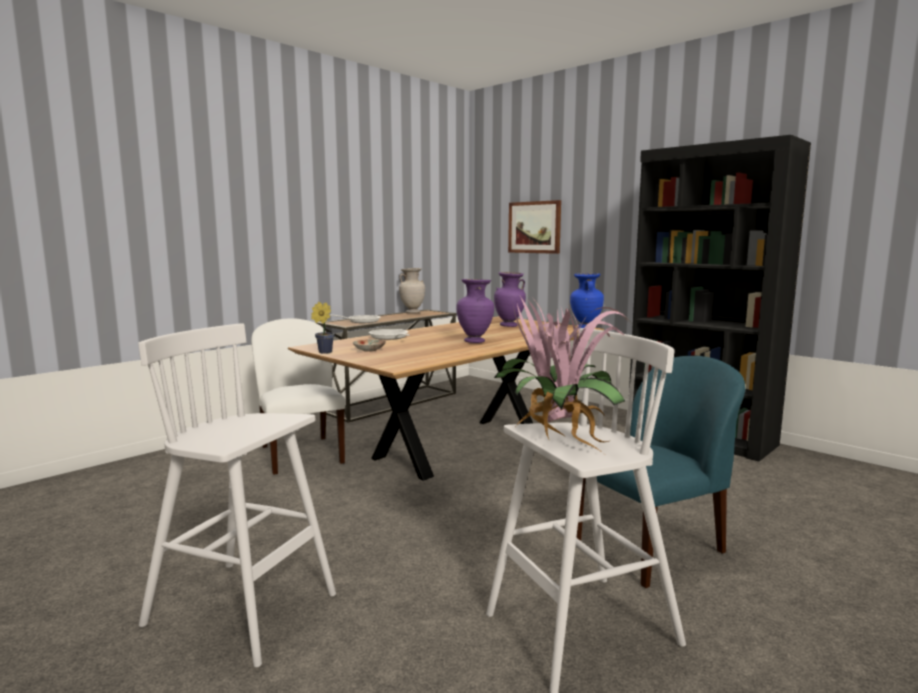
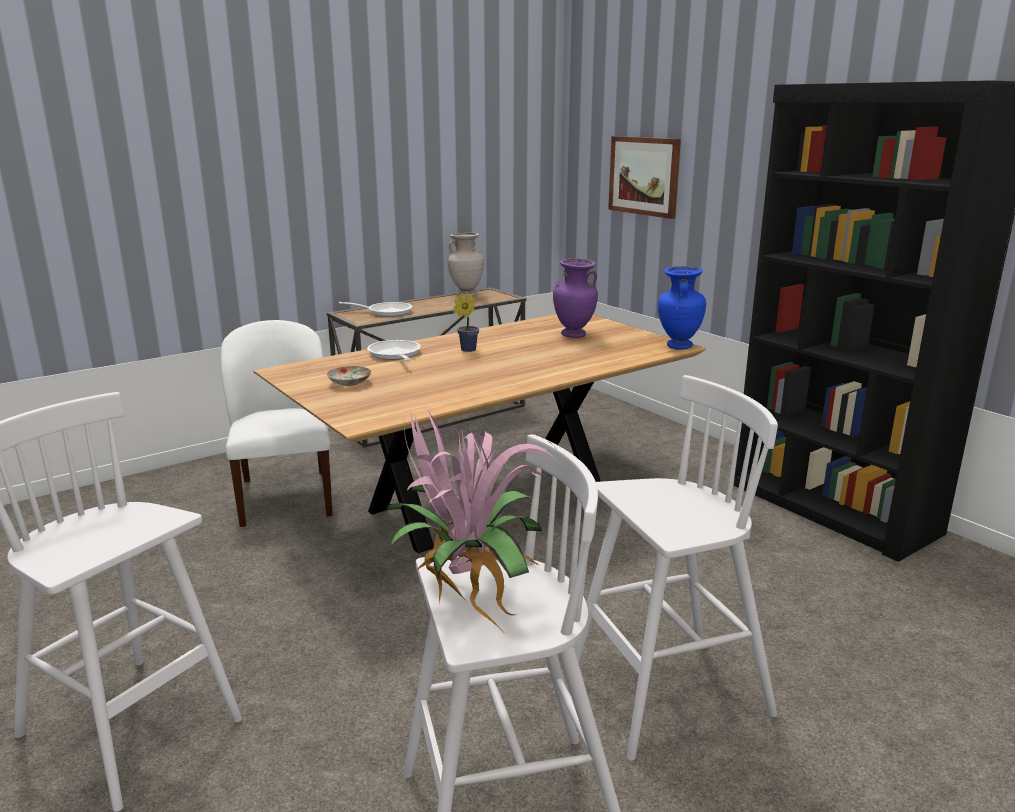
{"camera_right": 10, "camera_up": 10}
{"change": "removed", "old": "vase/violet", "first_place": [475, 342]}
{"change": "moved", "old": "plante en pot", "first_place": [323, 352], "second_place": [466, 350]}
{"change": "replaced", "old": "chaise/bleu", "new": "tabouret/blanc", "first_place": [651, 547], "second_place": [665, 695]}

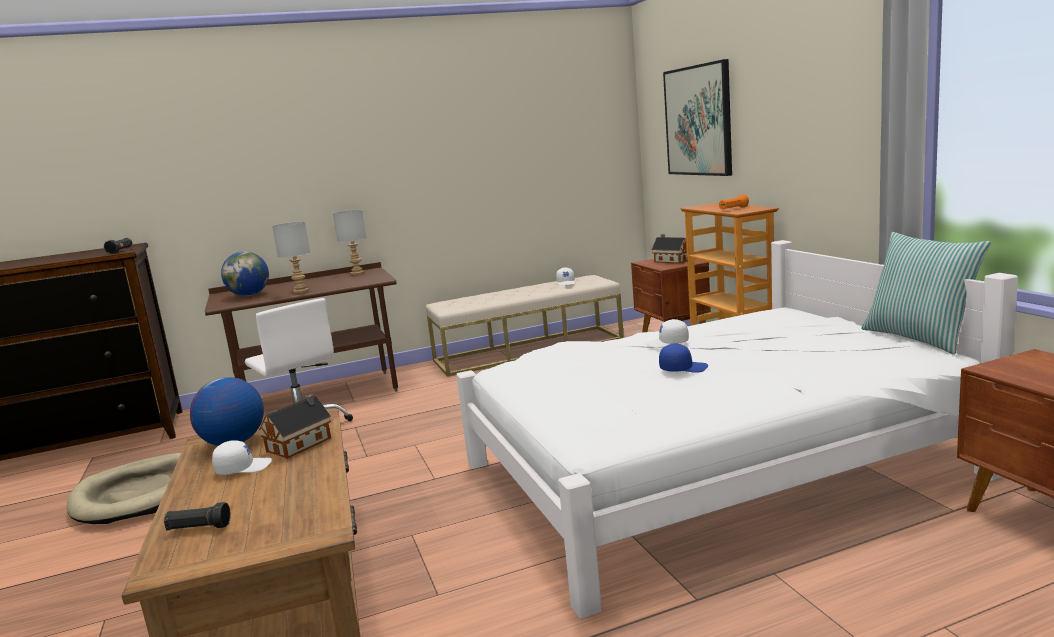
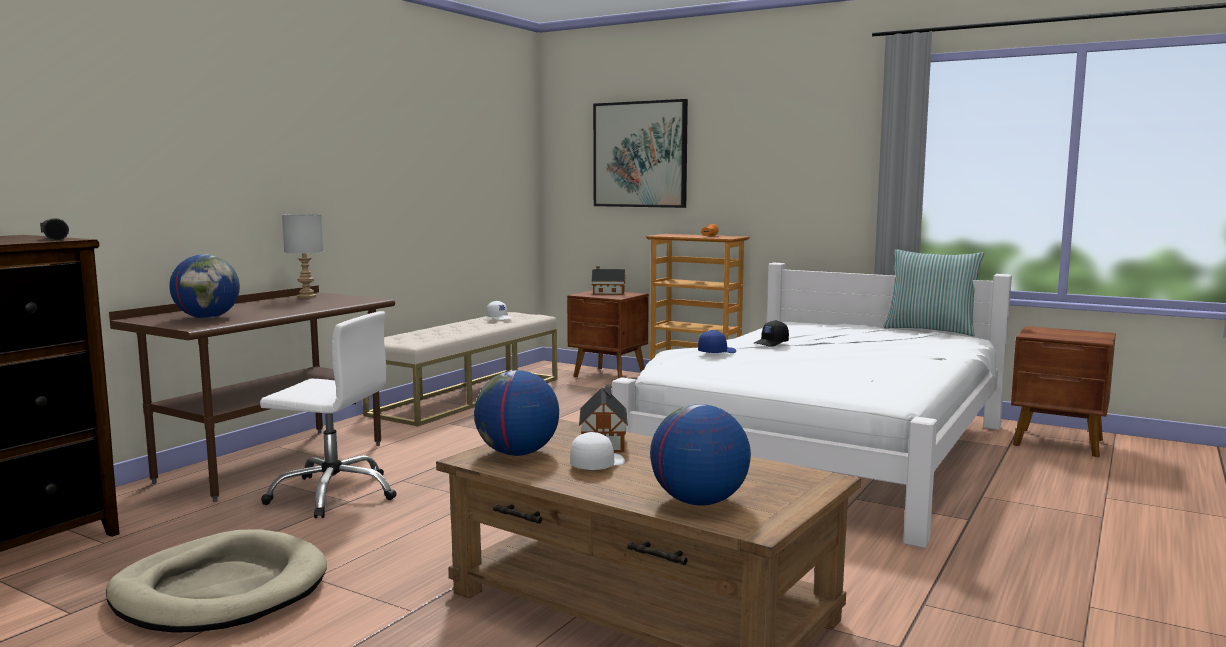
{"camera_right": -40, "camera_up": -5}
{"change": "removed", "old": "lampe de table/gris", "first_place": [301, 291]}
{"change": "recoloured", "old": "casquette/blanc", "new": "casquette/noir", "first_place": [667, 343], "second_place": [771, 343]}
{"change": "moved", "old": "casquette/bleu", "first_place": [683, 368], "second_place": [716, 352]}
{"change": "replaced", "old": "lampe de poche/noir", "new": "globe", "first_place": [199, 528], "second_place": [698, 502]}

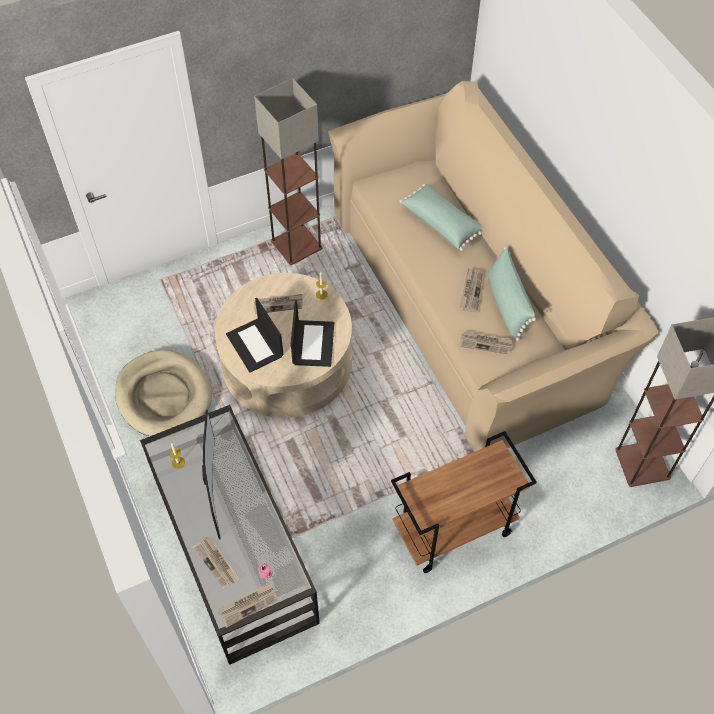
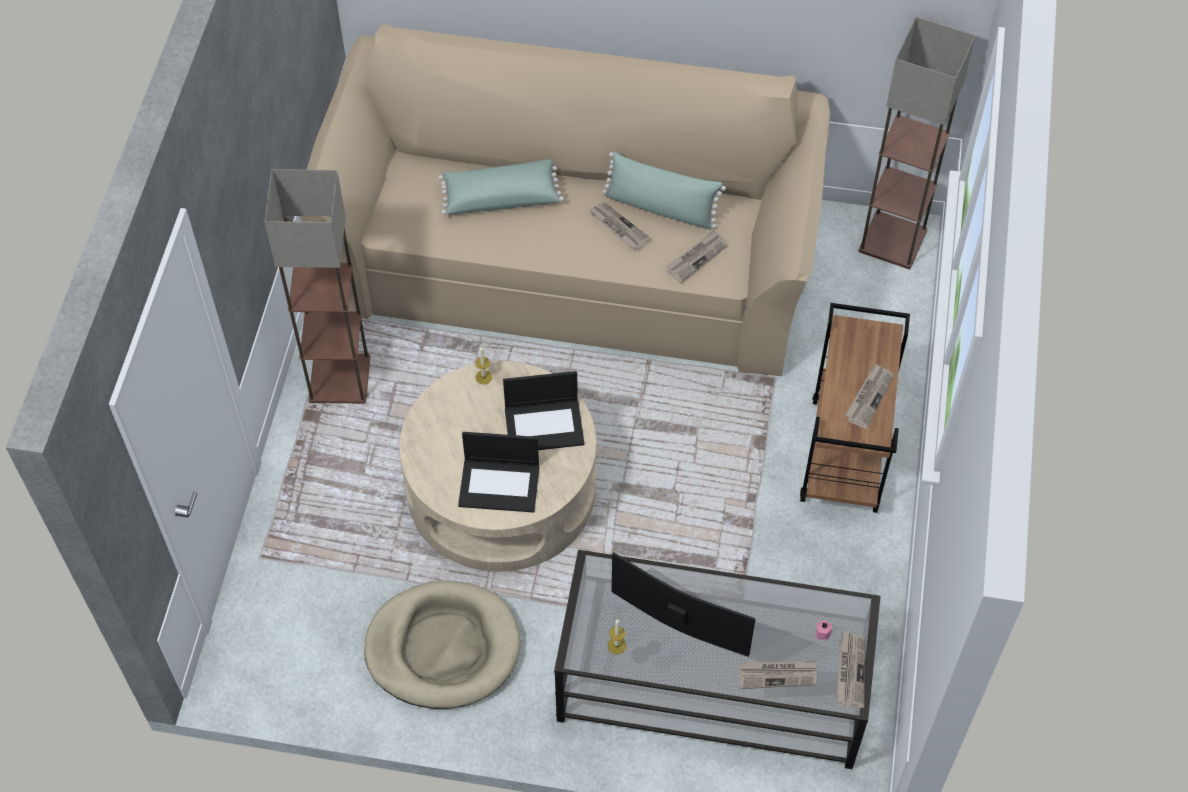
{"camera_right": -55, "camera_up": 0}
{"change": "moved", "old": "journal", "first_place": [278, 304], "second_place": [869, 397]}
{"change": "turned", "old": "ordinateur portable", "first_place": [313, 343], "second_place": [545, 425], "degrees": 135}

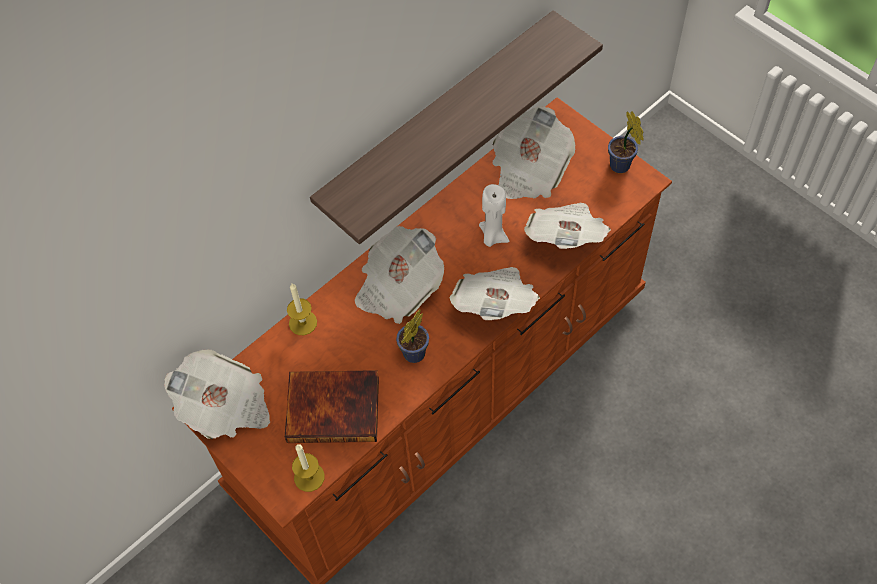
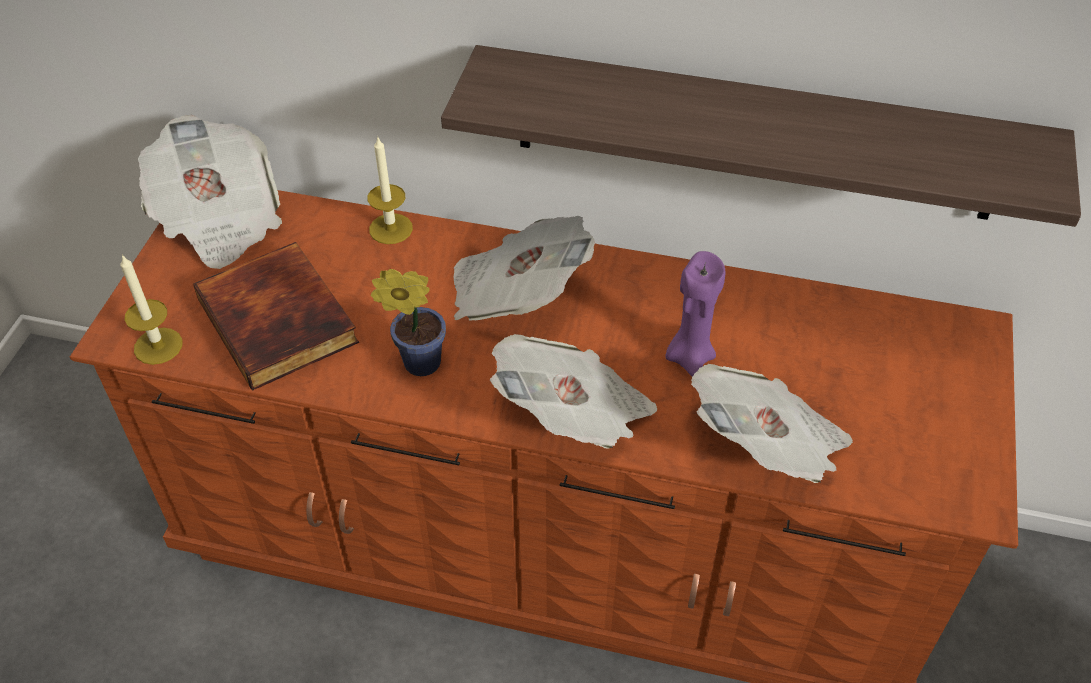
{"camera_right": 55, "camera_up": -10}
{"change": "removed", "old": "journal", "first_place": [529, 170]}
{"change": "removed", "old": "plante en pot", "first_place": [621, 167]}
{"change": "recoloured", "old": "bougie/blanc", "new": "bougie/violet", "first_place": [492, 236], "second_place": [689, 357]}

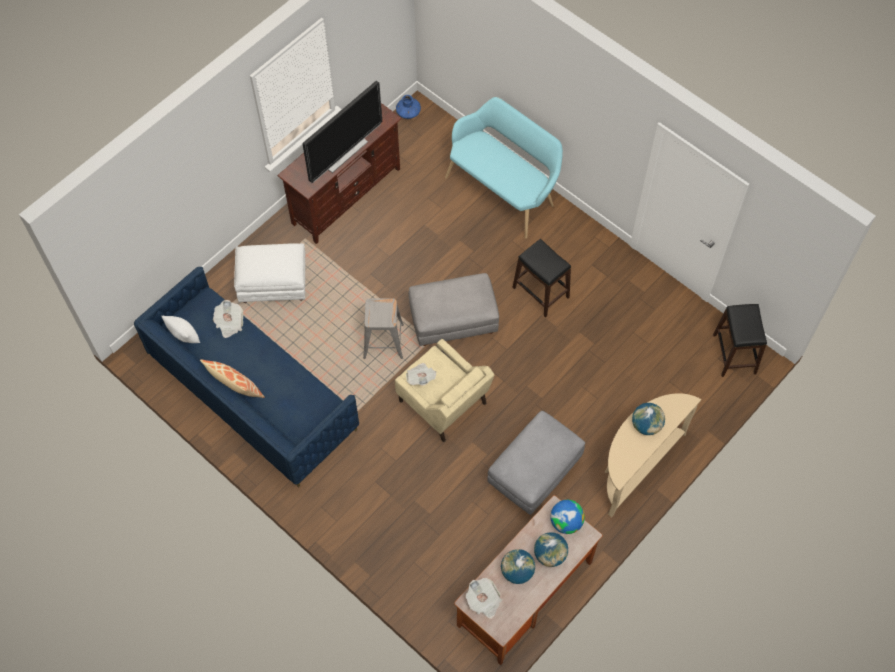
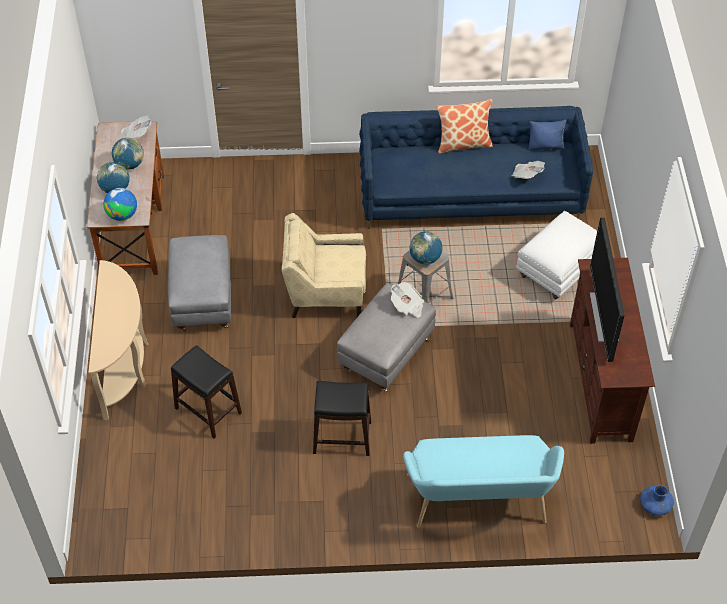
{"camera_right": 135, "camera_up": -10}
{"change": "moved", "old": "tabouret/noir", "first_place": [734, 354], "second_place": [208, 411]}
{"change": "recoloured", "old": "coussin/blanc", "new": "coussin/bleu", "first_place": [184, 336], "second_place": [545, 146]}
{"change": "moved", "old": "journal", "first_place": [421, 378], "second_place": [407, 306]}
{"change": "moved", "old": "globe", "first_place": [646, 425], "second_place": [425, 258]}

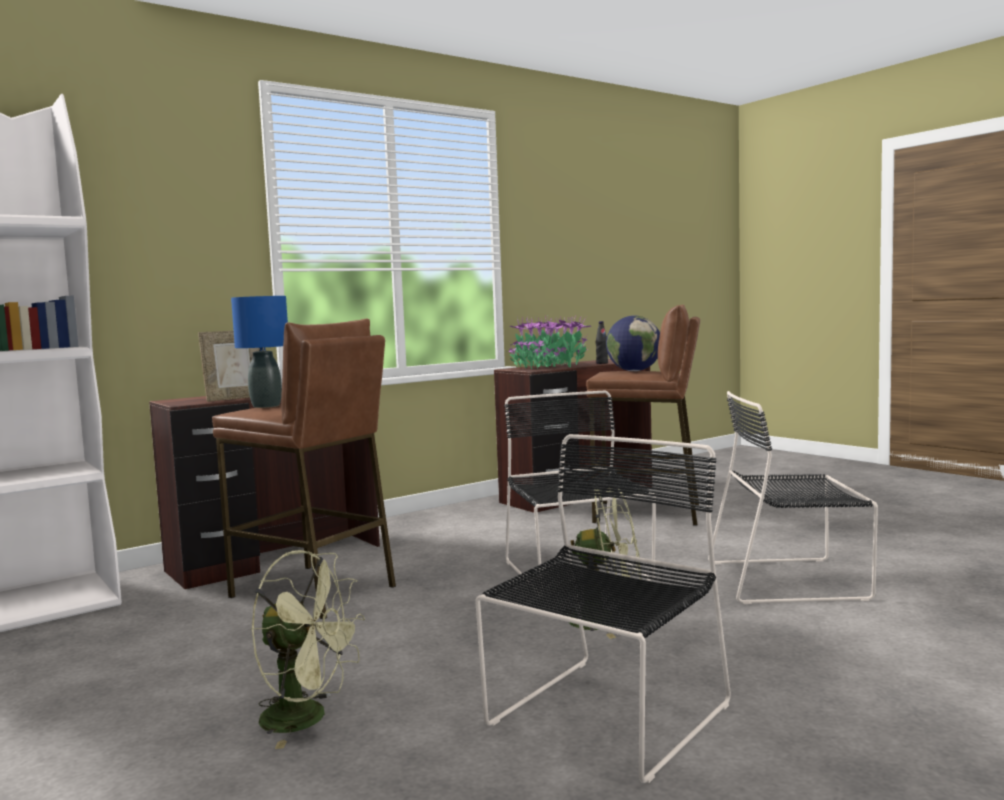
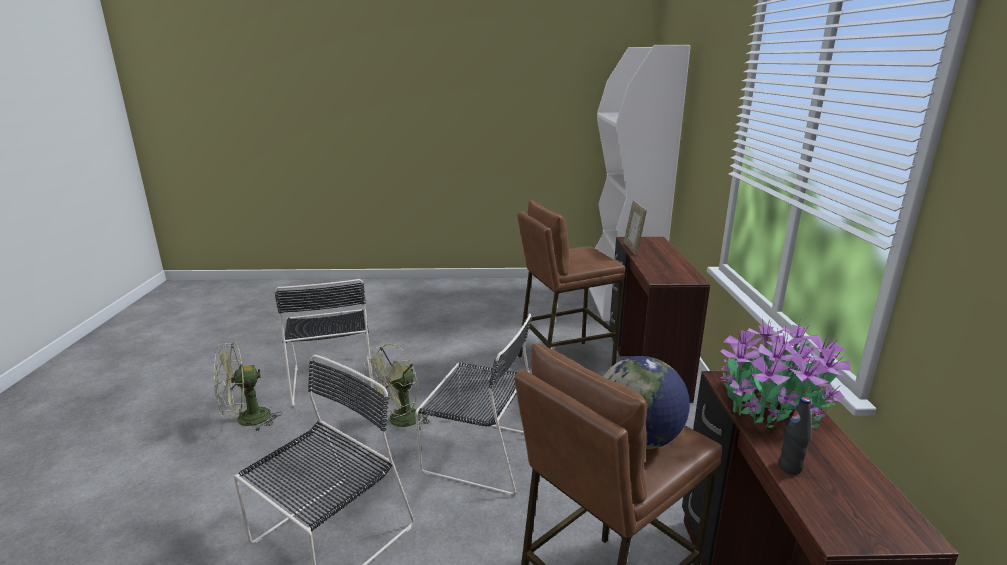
{"camera_right": 125, "camera_up": 15}
{"change": "removed", "old": "lampe de table/bleu", "first_place": [267, 406]}
{"change": "moved", "old": "ventilateur/vert", "first_place": [307, 719], "second_place": [246, 420]}

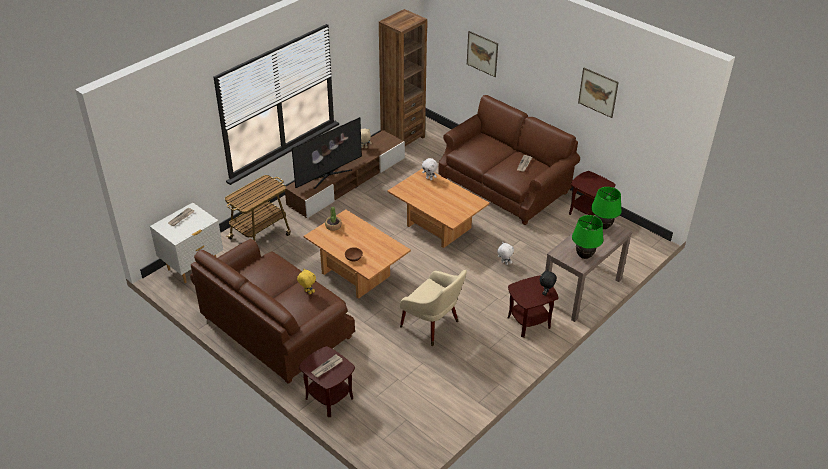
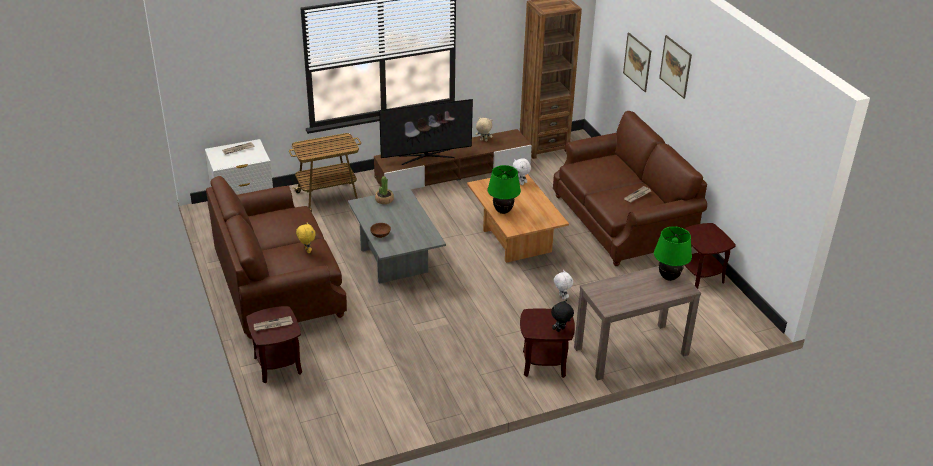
{"camera_right": 25, "camera_up": -5}
{"change": "moved", "old": "tableau", "first_place": [598, 92], "second_place": [675, 66]}
{"change": "recoloured", "old": "table basse/marron", "new": "table basse/gris", "first_place": [358, 274], "second_place": [396, 260]}
{"change": "moved", "old": "lampe de table/vert", "first_place": [584, 256], "second_place": [503, 211]}
{"change": "removed", "old": "fauteuil/beige", "first_place": [432, 326]}

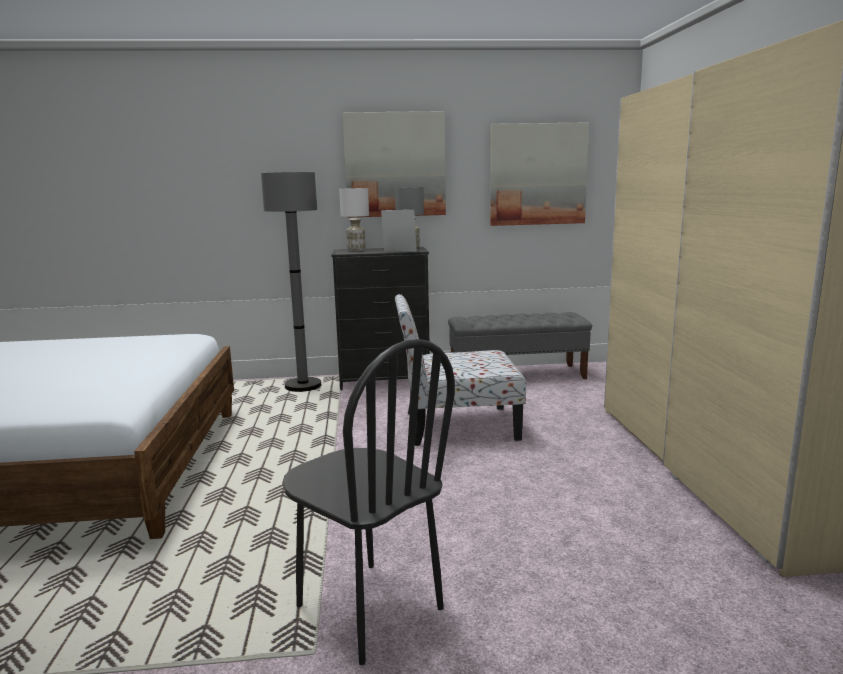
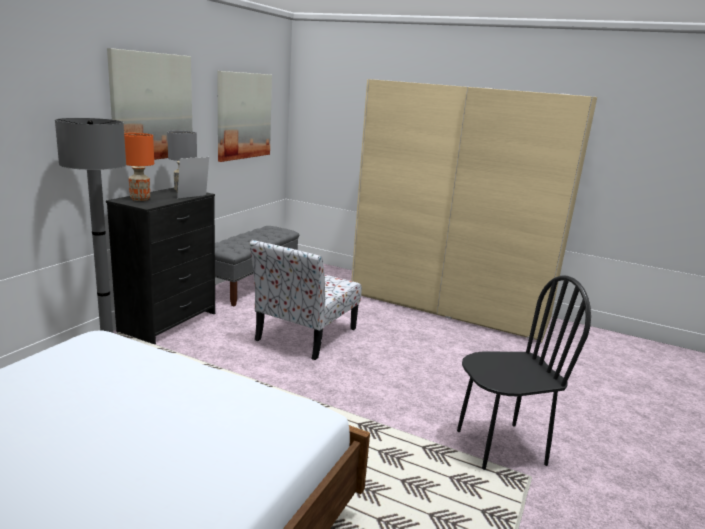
{"camera_right": -60, "camera_up": 5}
{"change": "recoloured", "old": "lampe de table/blanc", "new": "lampe de table/orange", "first_place": [356, 250], "second_place": [139, 199]}

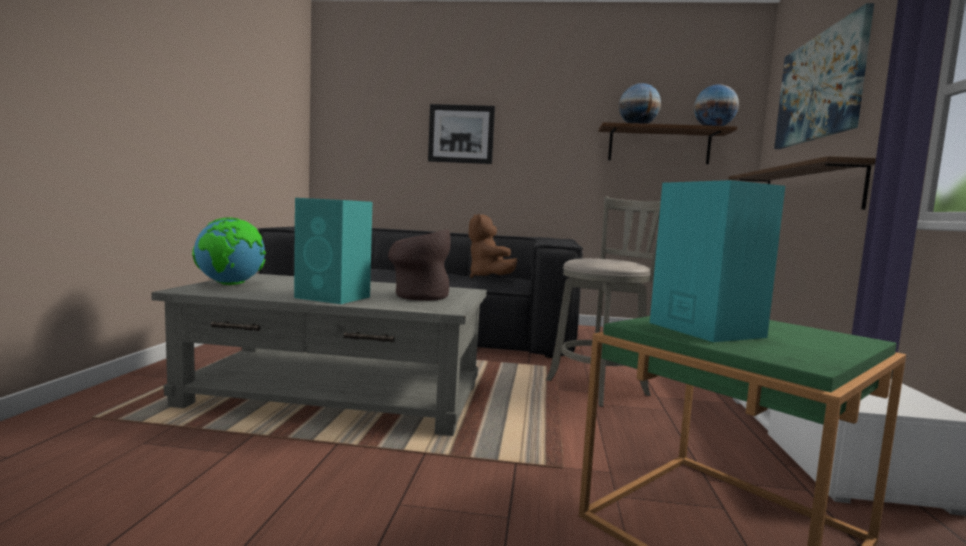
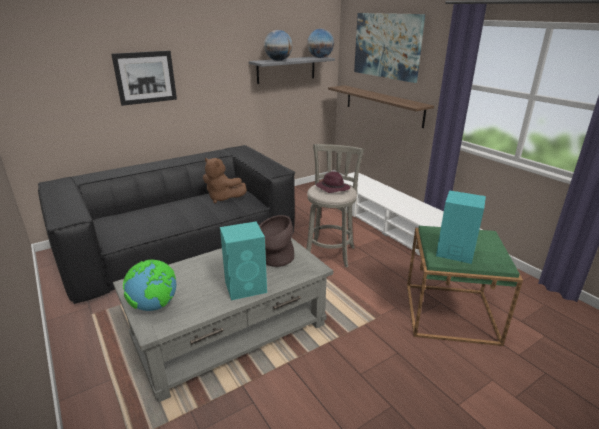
{"camera_right": -40, "camera_up": 20}
{"change": "recoloured", "old": "étagère/marron", "new": "étagère/gris", "first_place": [659, 146], "second_place": [286, 69]}
{"change": "added", "new": "chapeau/violet", "second_place": [332, 188]}

